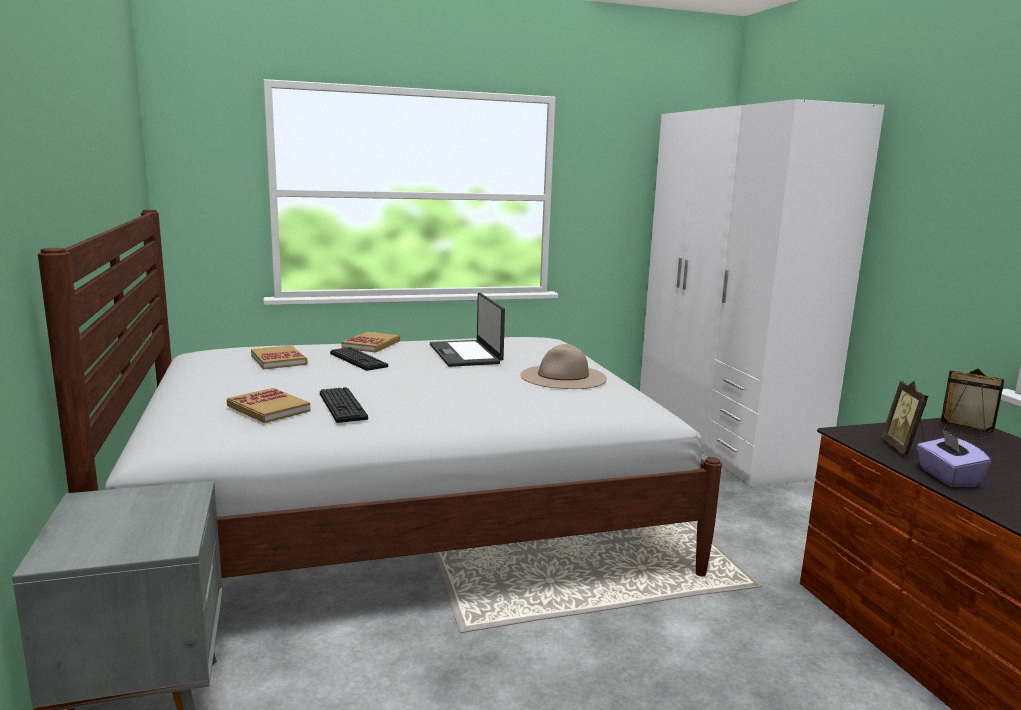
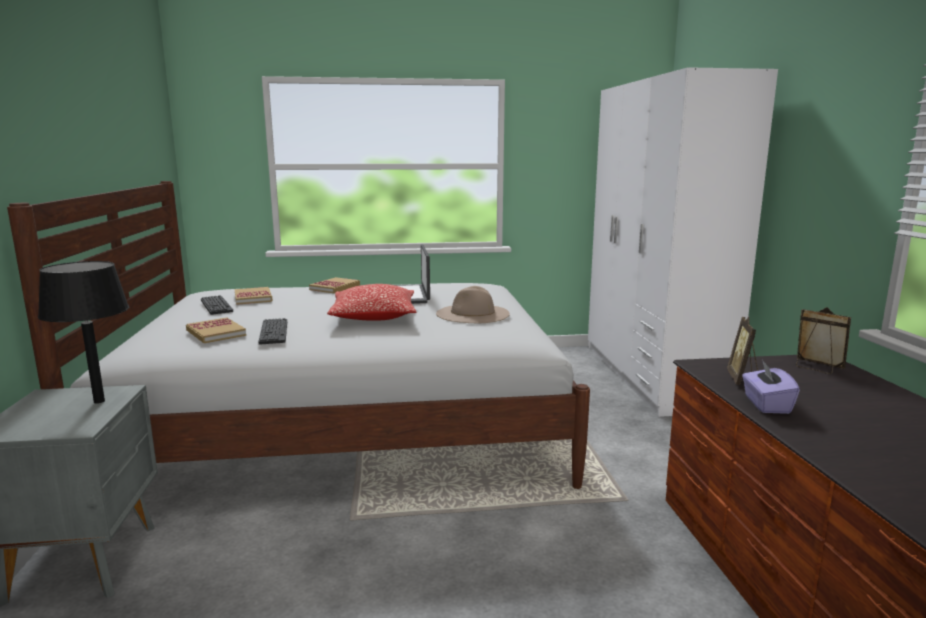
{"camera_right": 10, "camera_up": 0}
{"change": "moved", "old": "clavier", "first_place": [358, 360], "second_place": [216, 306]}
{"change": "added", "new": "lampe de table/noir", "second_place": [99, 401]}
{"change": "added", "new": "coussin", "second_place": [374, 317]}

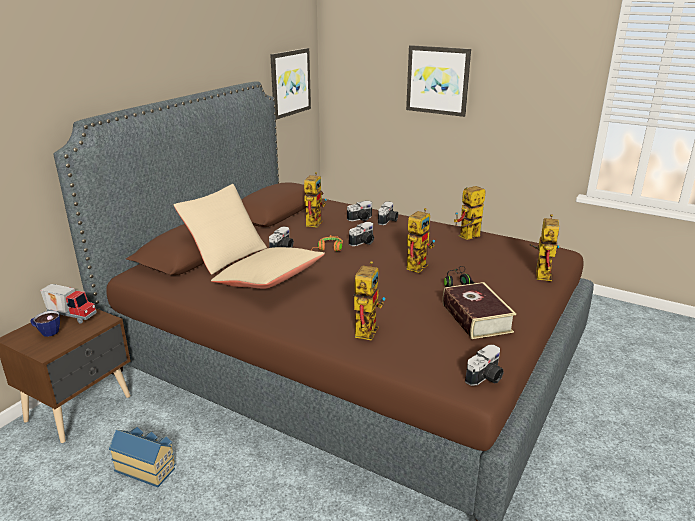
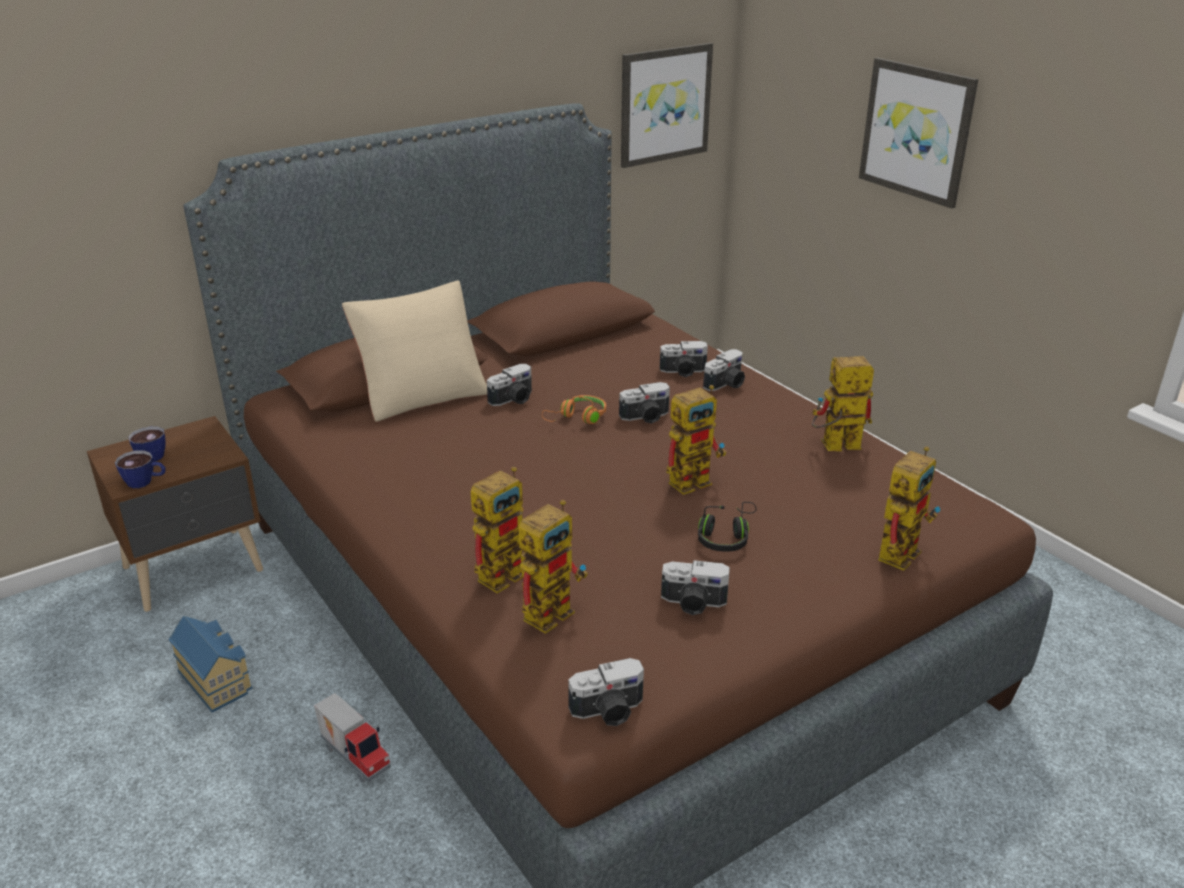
{"camera_right": 25, "camera_up": 5}
{"change": "moved", "old": "robot jouet", "first_place": [313, 221], "second_place": [553, 608]}
{"change": "removed", "old": "coussin/beige", "first_place": [269, 282]}
{"change": "replaced", "old": "livre", "new": "appareil photo", "first_place": [476, 318], "second_place": [693, 603]}
{"change": "moved", "old": "camion jouet", "first_place": [72, 315], "second_place": [357, 756]}
{"change": "added", "new": "tasse", "second_place": [145, 482]}

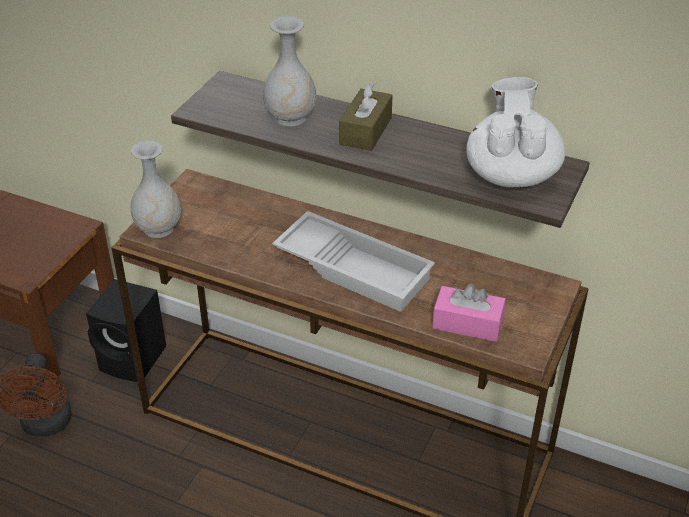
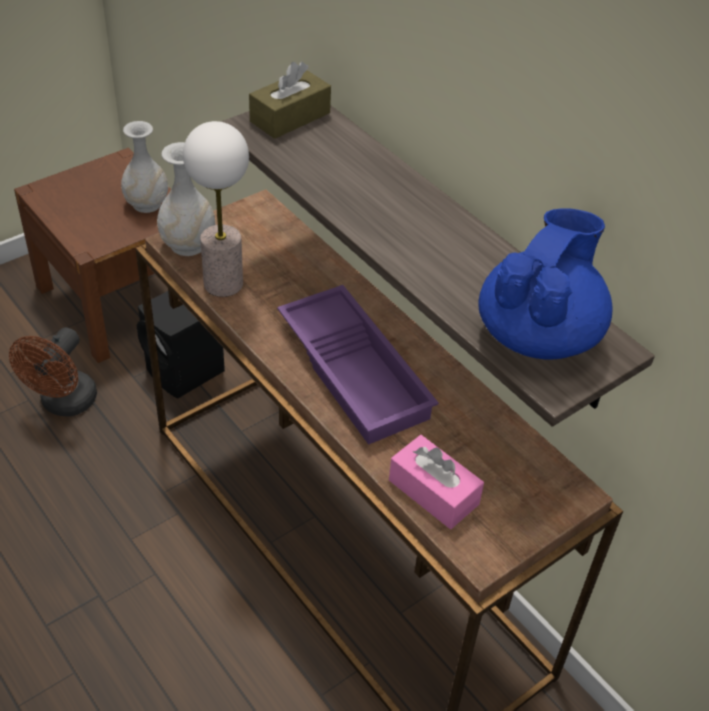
{"camera_right": 25, "camera_up": 5}
{"change": "moved", "old": "vase/blanc", "first_place": [291, 117], "second_place": [147, 204]}
{"change": "recoloured", "old": "théière/blanc", "new": "théière/bleu", "first_place": [511, 174], "second_place": [538, 334]}
{"change": "moved", "old": "boîte à mouchoirs/marron", "first_place": [365, 131], "second_place": [290, 117]}
{"change": "recoloured", "old": "plateau/blanc", "new": "plateau/violet", "first_place": [355, 267], "second_place": [357, 371]}
{"change": "added", "new": "lampe de table", "second_place": [223, 283]}

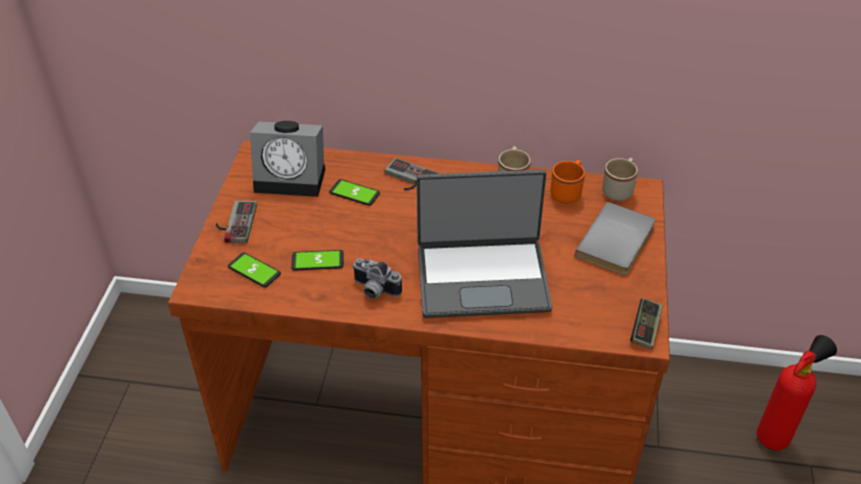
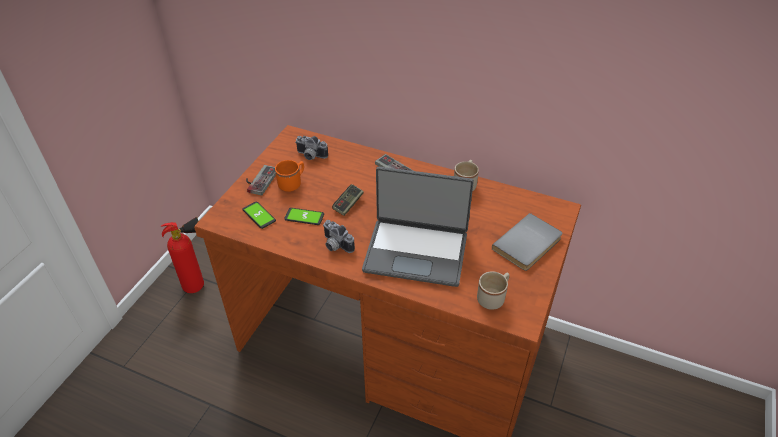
{"camera_right": 15, "camera_up": 0}
{"change": "replaced", "old": "réveil", "new": "appareil photo", "first_place": [293, 178], "second_place": [310, 156]}
{"change": "moved", "old": "mug/beige", "first_place": [619, 189], "second_place": [493, 297]}
{"change": "moved", "old": "mug/orange", "first_place": [567, 192], "second_place": [292, 183]}
{"change": "removed", "old": "téléphone", "first_place": [354, 193]}
{"change": "moved", "old": "manette", "first_place": [645, 329], "second_place": [348, 204]}
{"change": "moved", "old": "extincteur", "first_place": [776, 435], "second_place": [199, 285]}

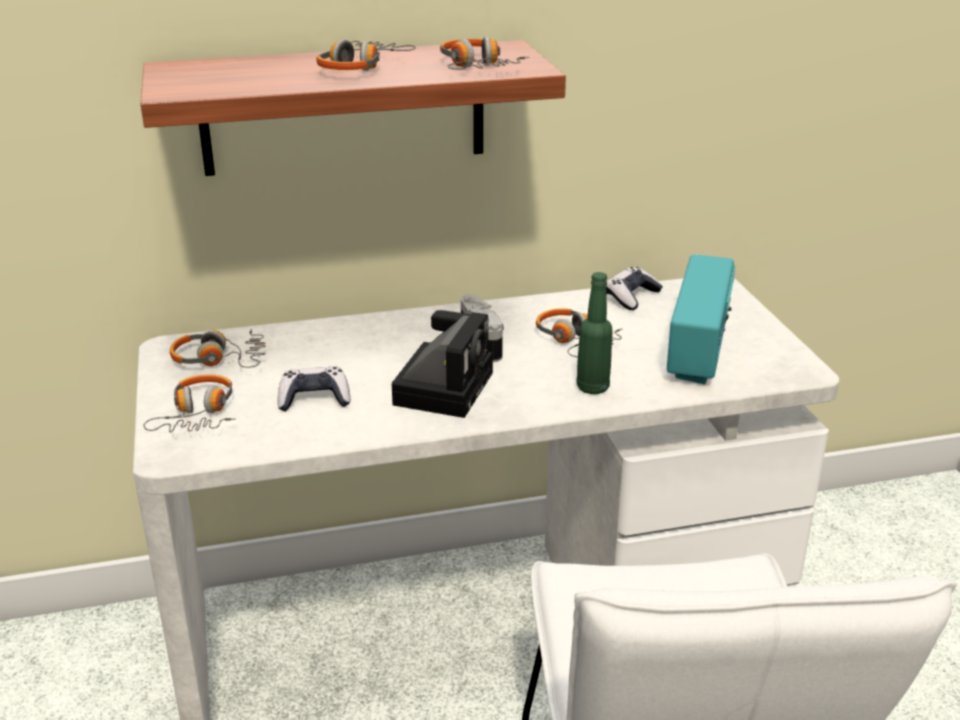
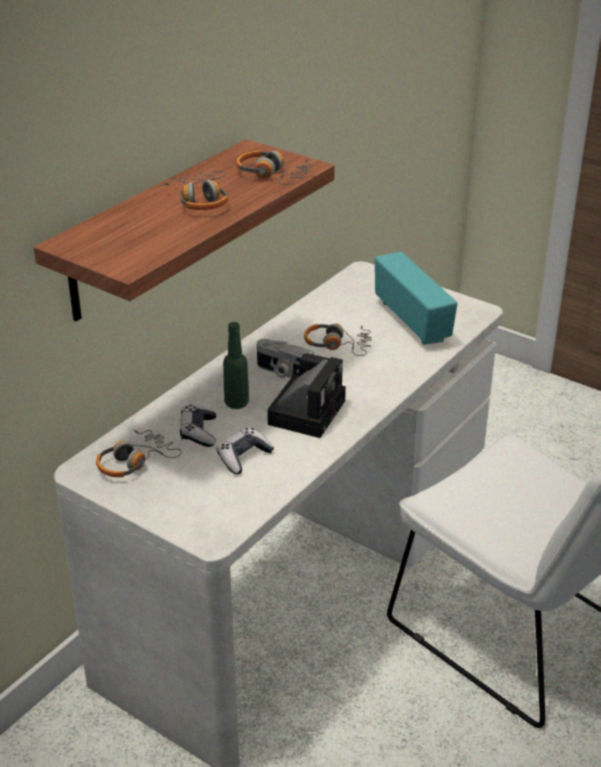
{"camera_right": -40, "camera_up": 5}
{"change": "moved", "old": "manette", "first_place": [631, 297], "second_place": [198, 432]}
{"change": "moved", "old": "bouteille/vert", "first_place": [592, 387], "second_place": [236, 403]}
{"change": "turned", "old": "appareil photo", "first_place": [444, 386], "second_place": [307, 410], "degrees": 45}
{"change": "removed", "old": "casque audio", "first_place": [198, 415]}

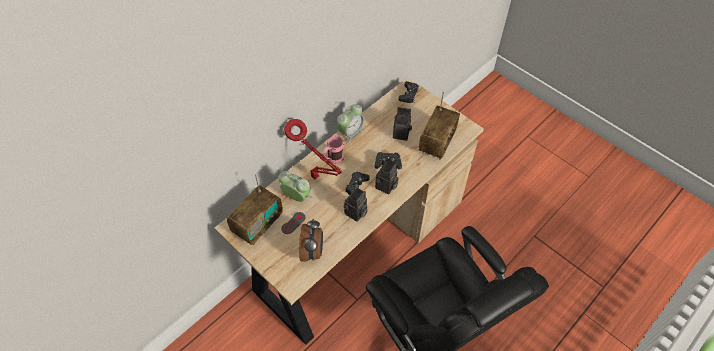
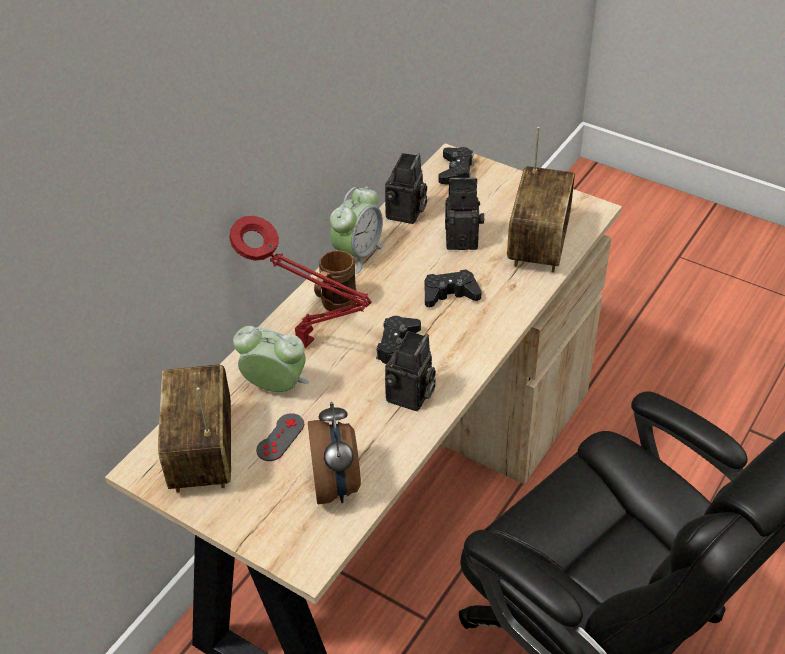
{"camera_right": -10, "camera_up": -10}
{"change": "recoloured", "old": "mug/rose", "new": "mug/marron", "first_place": [332, 160], "second_place": [334, 307]}
{"change": "moved", "old": "appareil photo", "first_place": [386, 187], "second_place": [406, 214]}
{"change": "turned", "old": "radio", "first_place": [258, 225], "second_place": [203, 454], "degrees": 150}

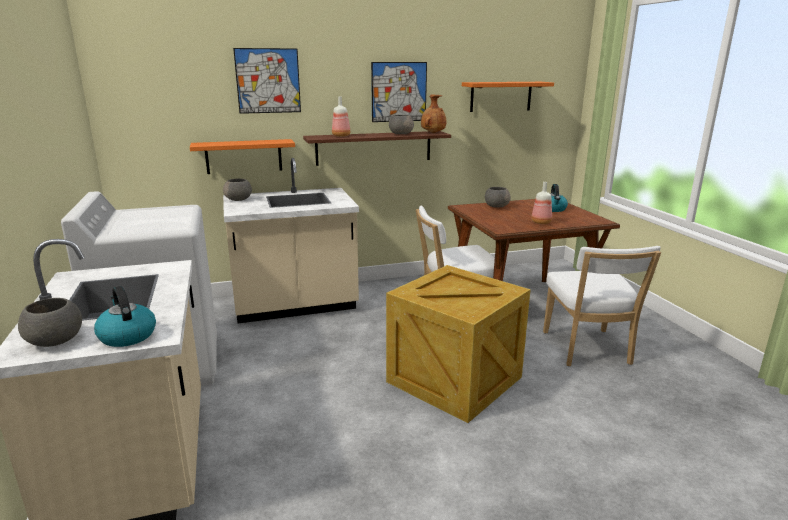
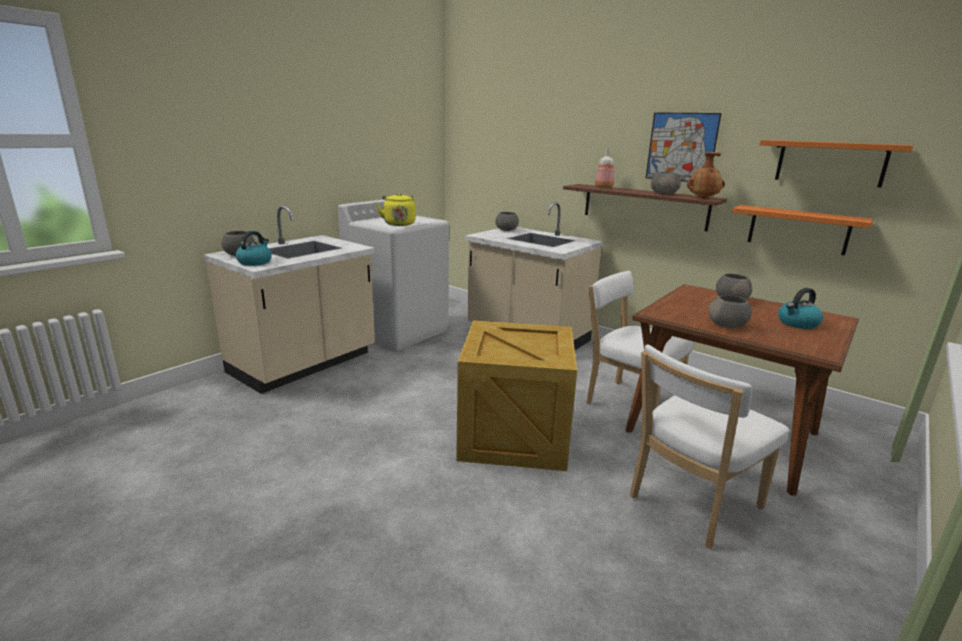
{"camera_right": 55, "camera_up": 0}
{"change": "removed", "old": "tableau", "first_place": [268, 81]}
{"change": "moved", "old": "étagère/orange", "first_place": [244, 156], "second_place": [798, 229]}
{"change": "replaced", "old": "bouteille", "new": "bol/gris", "first_place": [541, 222], "second_place": [727, 325]}
{"change": "added", "new": "bouilloire/jaune", "second_place": [399, 224]}

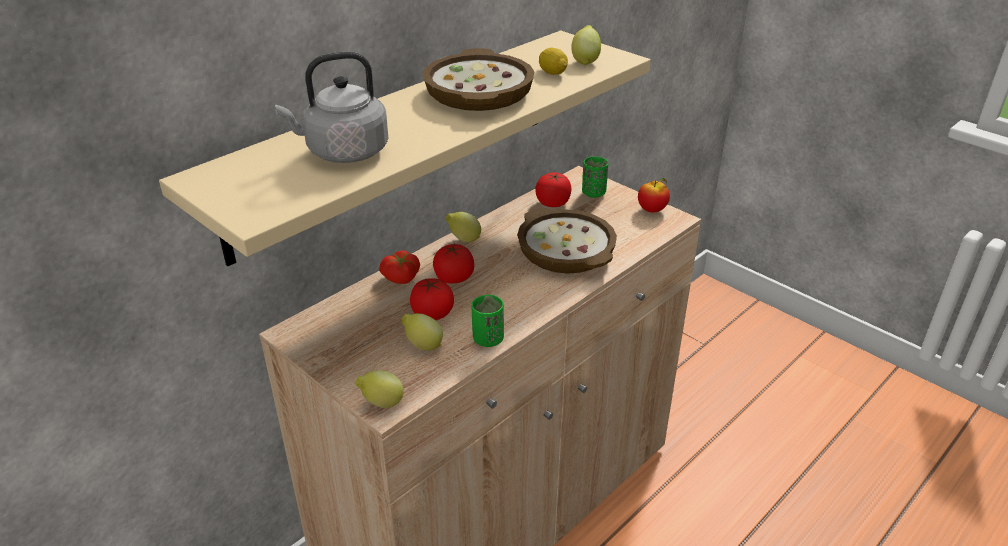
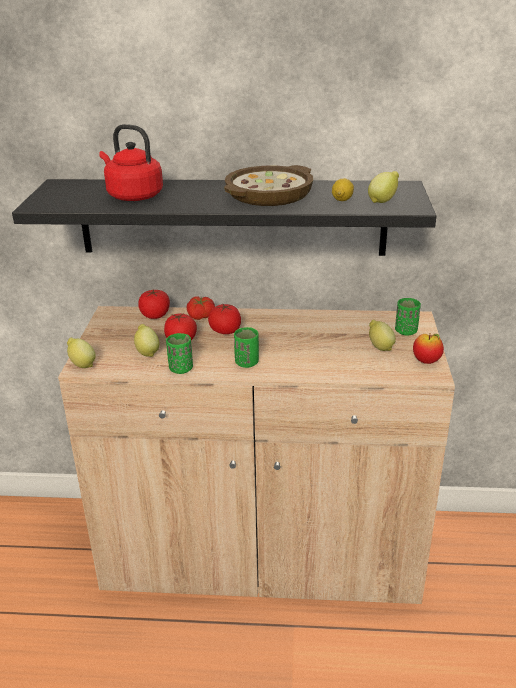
{"camera_right": 50, "camera_up": -5}
{"change": "recoloured", "old": "étagère/beige", "new": "étagère/noir", "first_place": [398, 139], "second_place": [232, 217]}
{"change": "recoloured", "old": "bouilloire/gris", "new": "bouilloire/rouge", "first_place": [343, 152], "second_place": [132, 196]}
{"change": "moved", "old": "tomate", "first_place": [553, 203], "second_place": [155, 315]}
{"change": "removed", "old": "bol", "first_place": [566, 250]}
{"change": "moved", "old": "citron", "first_place": [463, 240], "second_place": [379, 347]}
{"change": "added", "new": "tasse/vert", "second_place": [247, 363]}

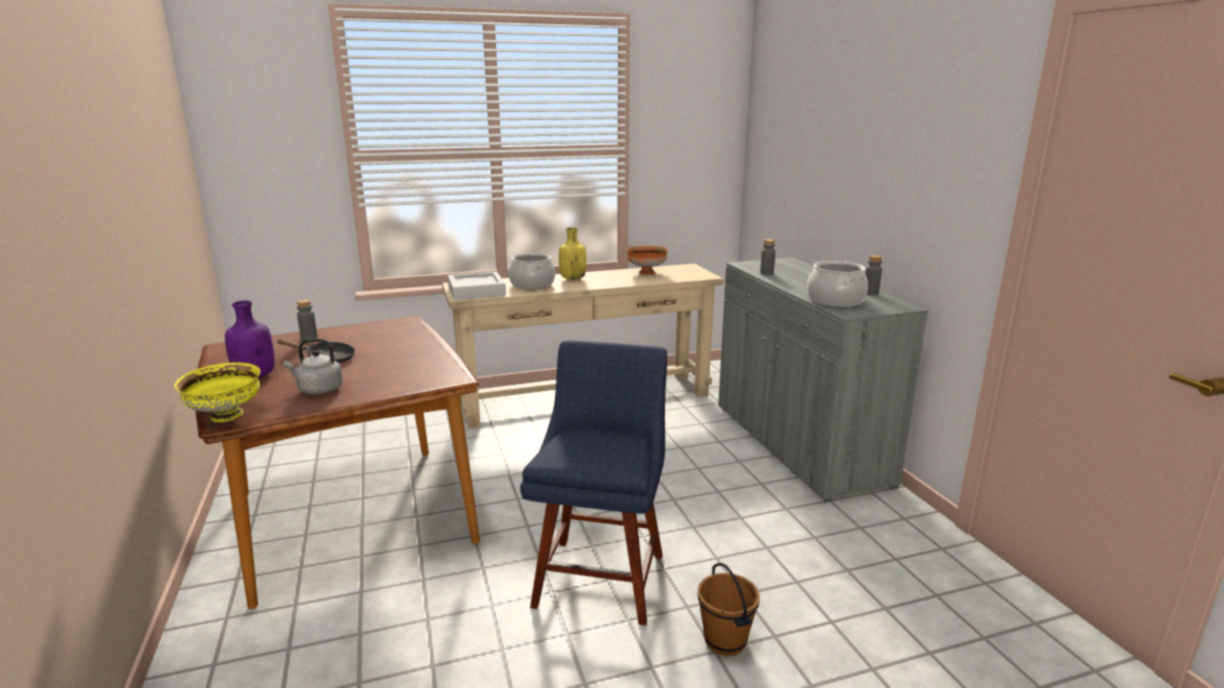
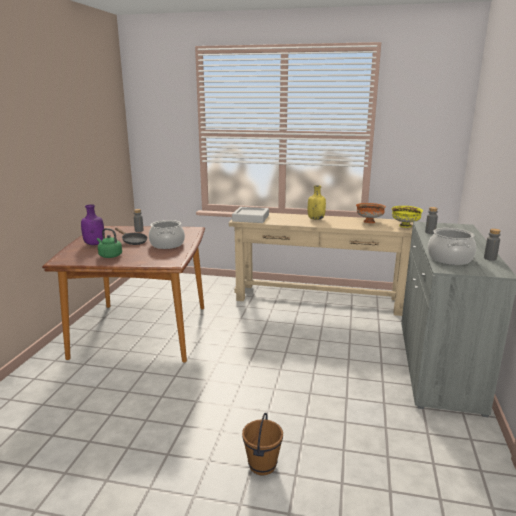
{"camera_right": 30, "camera_up": 0}
{"change": "moved", "old": "marmite", "first_place": [532, 285], "second_place": [167, 244]}
{"change": "recoloured", "old": "bouilloire/gris", "new": "bouilloire/vert", "first_place": [318, 389], "second_place": [109, 255]}
{"change": "removed", "old": "chaise/bleu", "first_place": [601, 575]}
{"change": "moved", "old": "bol/jaune", "first_place": [227, 416], "second_place": [405, 226]}

